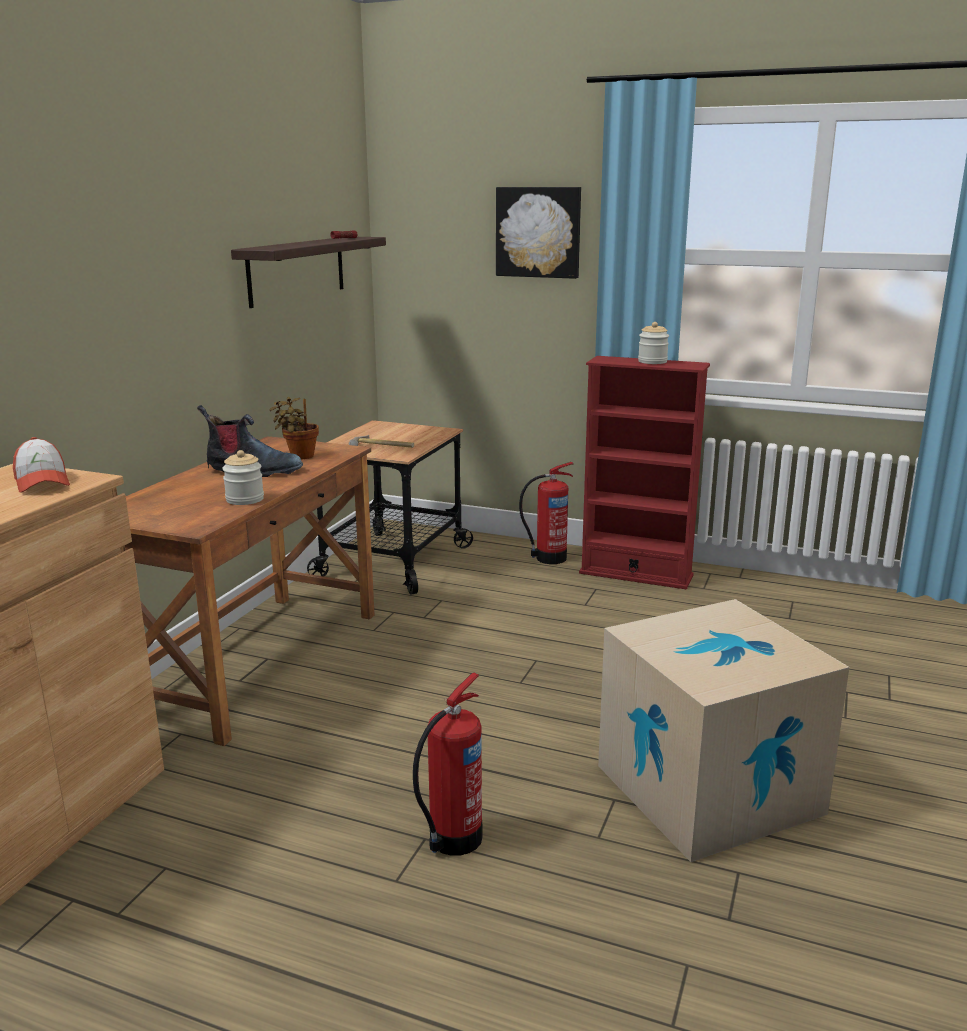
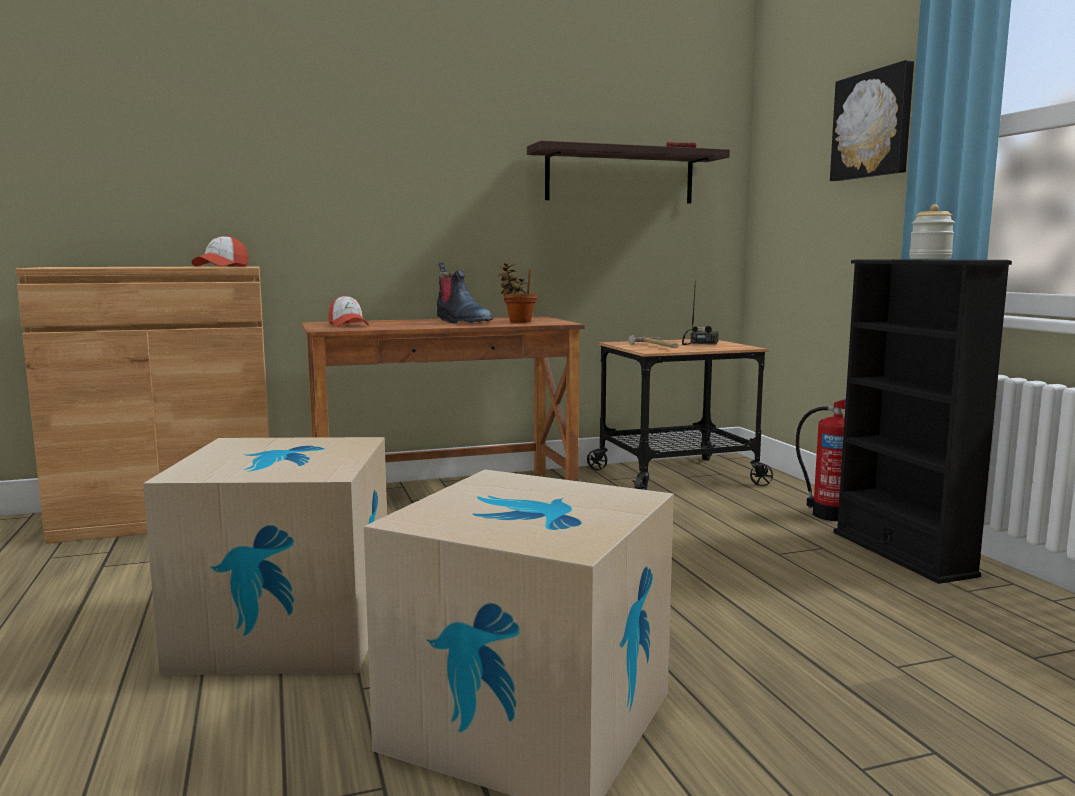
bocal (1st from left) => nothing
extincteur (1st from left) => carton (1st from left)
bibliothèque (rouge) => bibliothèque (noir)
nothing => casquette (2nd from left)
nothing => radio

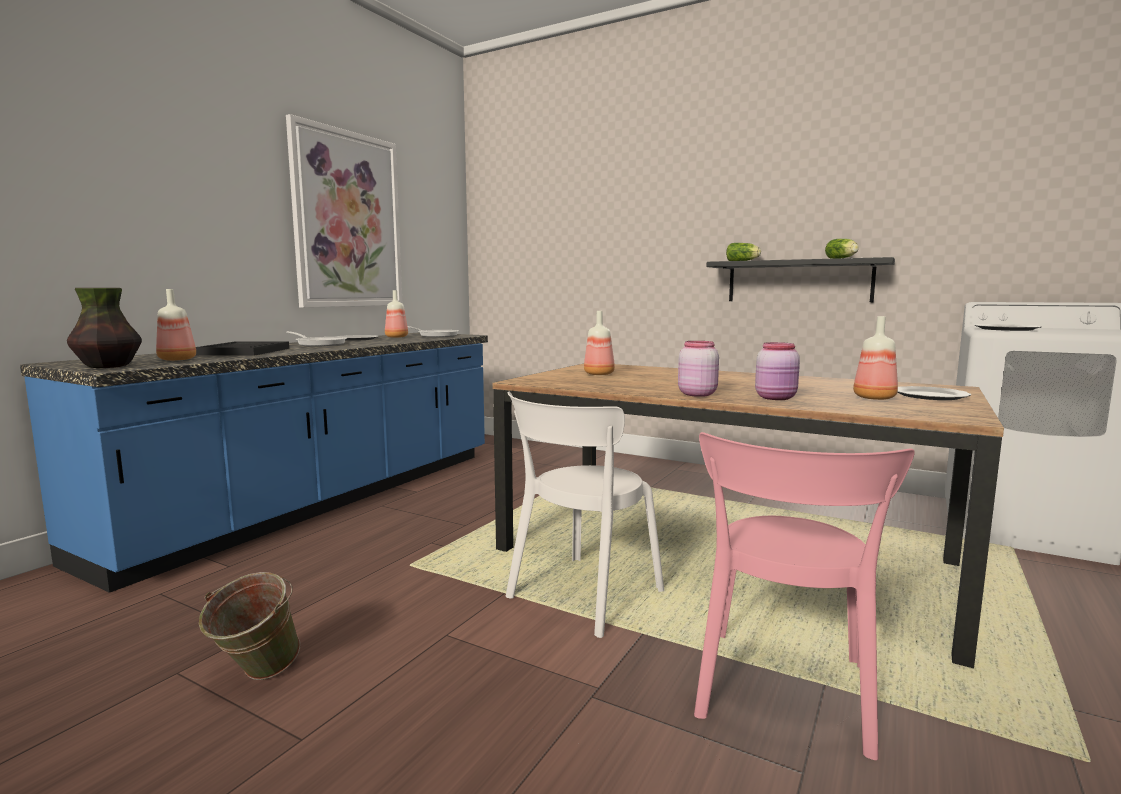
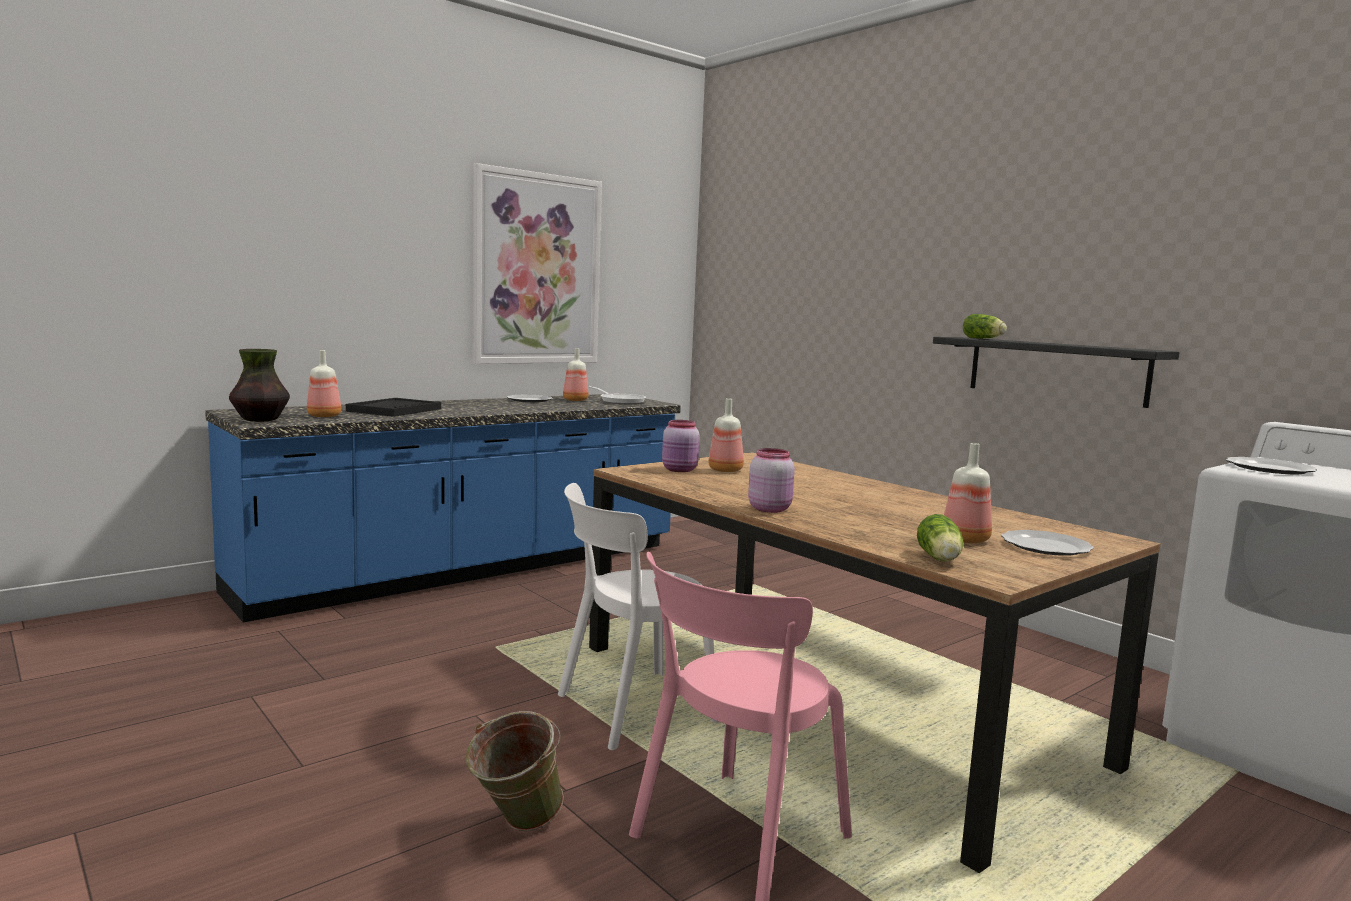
seau (vert), move
poêle (1st from left) => nothing
bocal (rose) (2nd from left in the first image) => bocal (rose) (1st from left), move
laitue (2nd from left in the first image) => laitue (1st from left), move

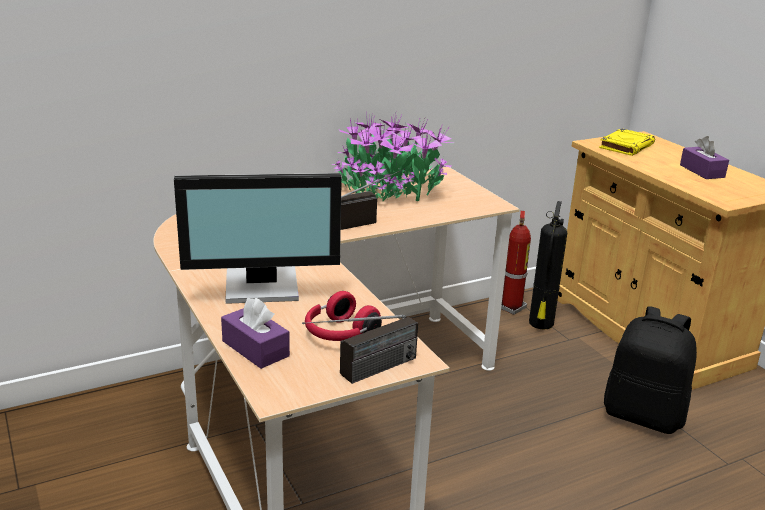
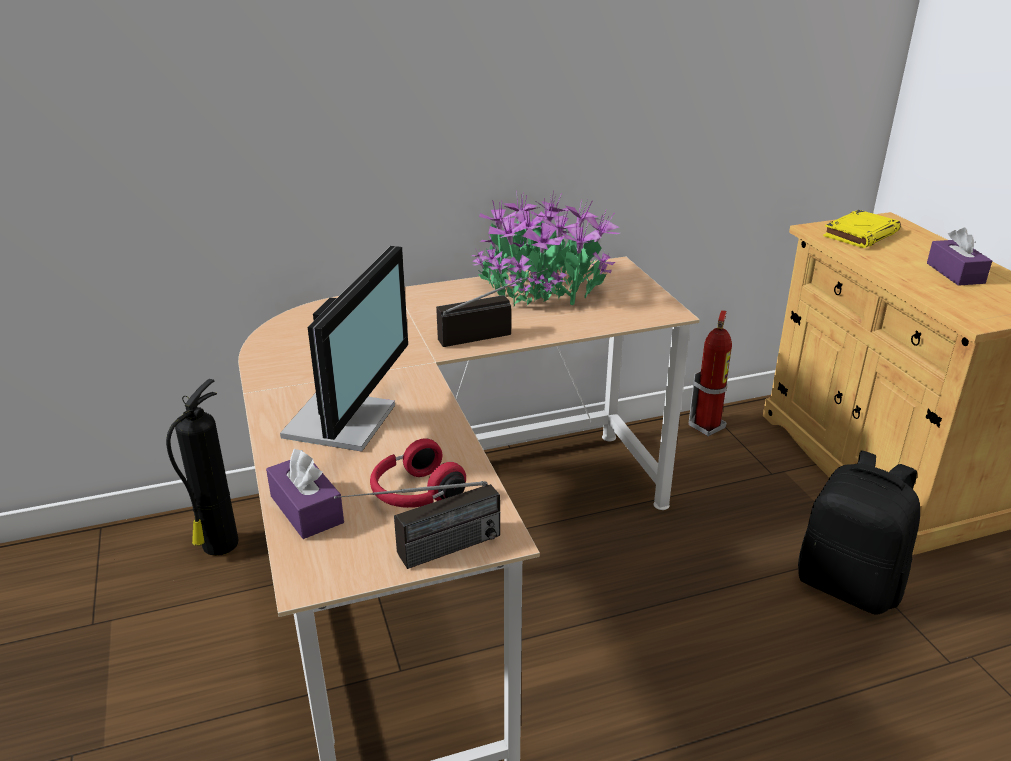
écran d'ordinateur, 75 degrees counterclockwise
extincteur (2nd from left in the first image) => extincteur (1st from left), move

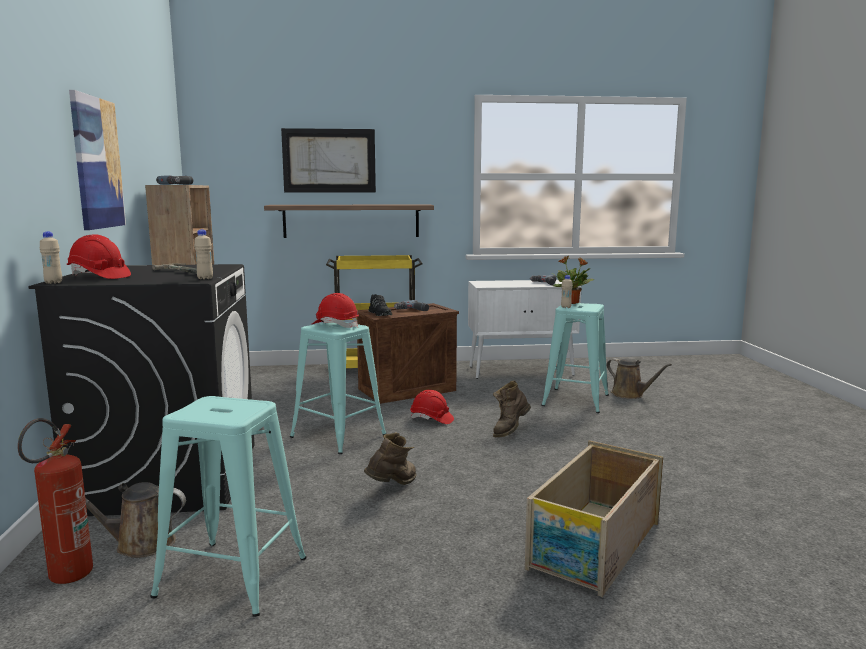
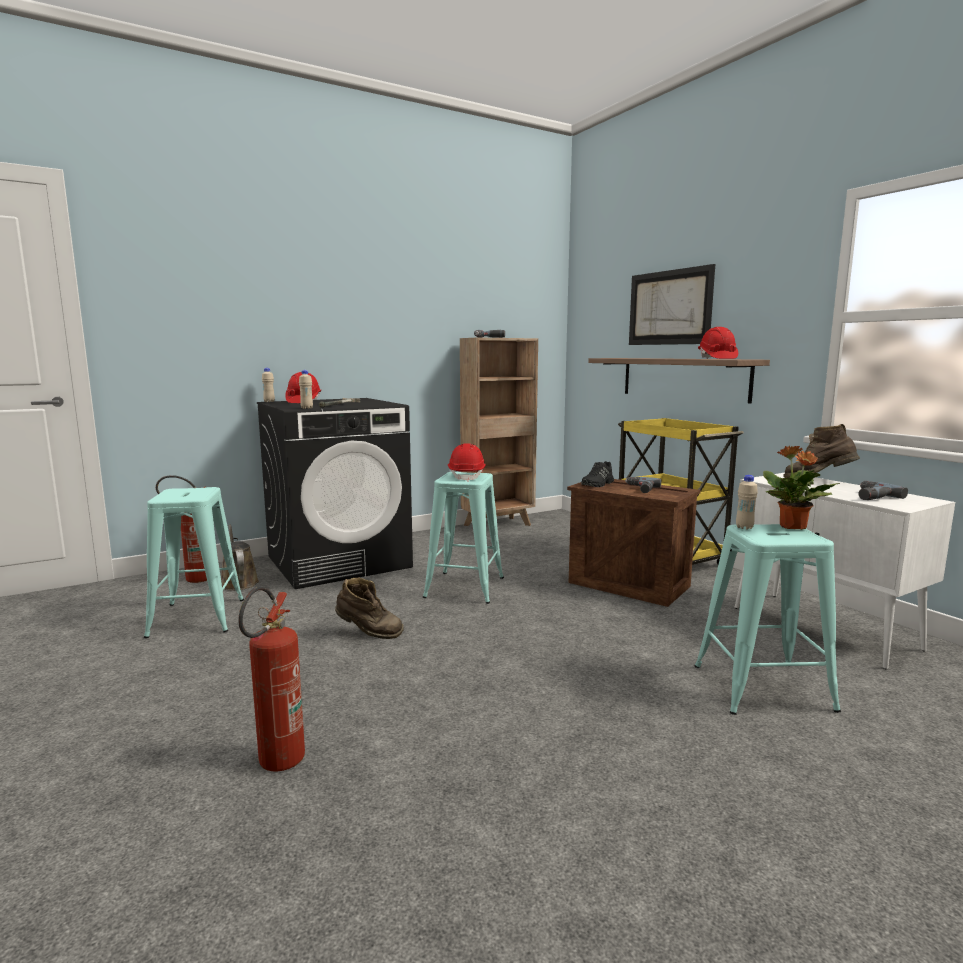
tableau (1st from left) => nothing
casque de chantier (rouge) (3rd from left), move
botte (marron) (2nd from left), move
caisse (2nd from left) => extincteur (2nd from left)
arrosoir (marron) (2nd from left) => nothing

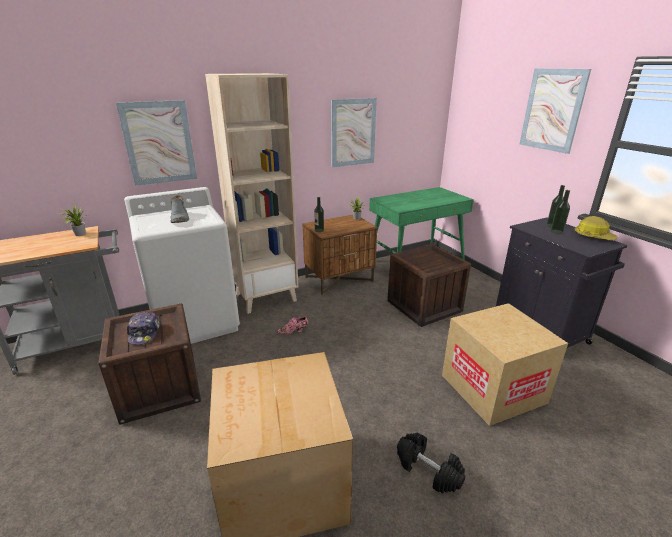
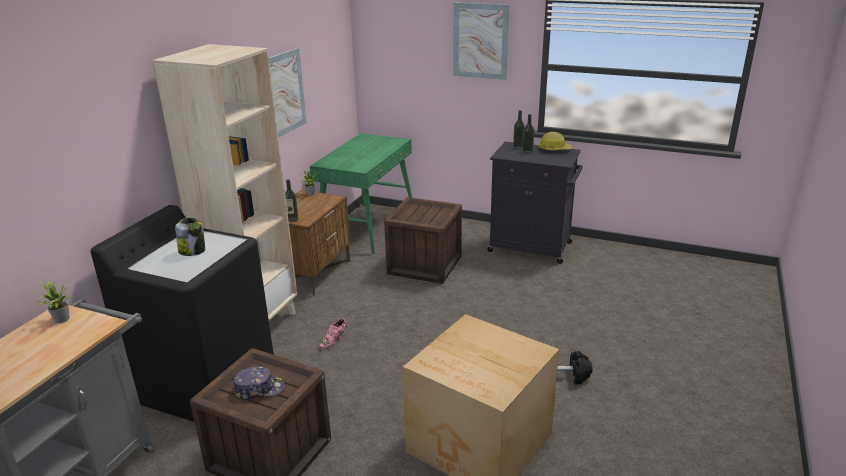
tableau (1st from left) => nothing
lave-linge (blanc) => lave-linge (noir)
casquette, 45 degrees counterclockwise
botte (gris) => bocal
carton (2nd from left) => nothing

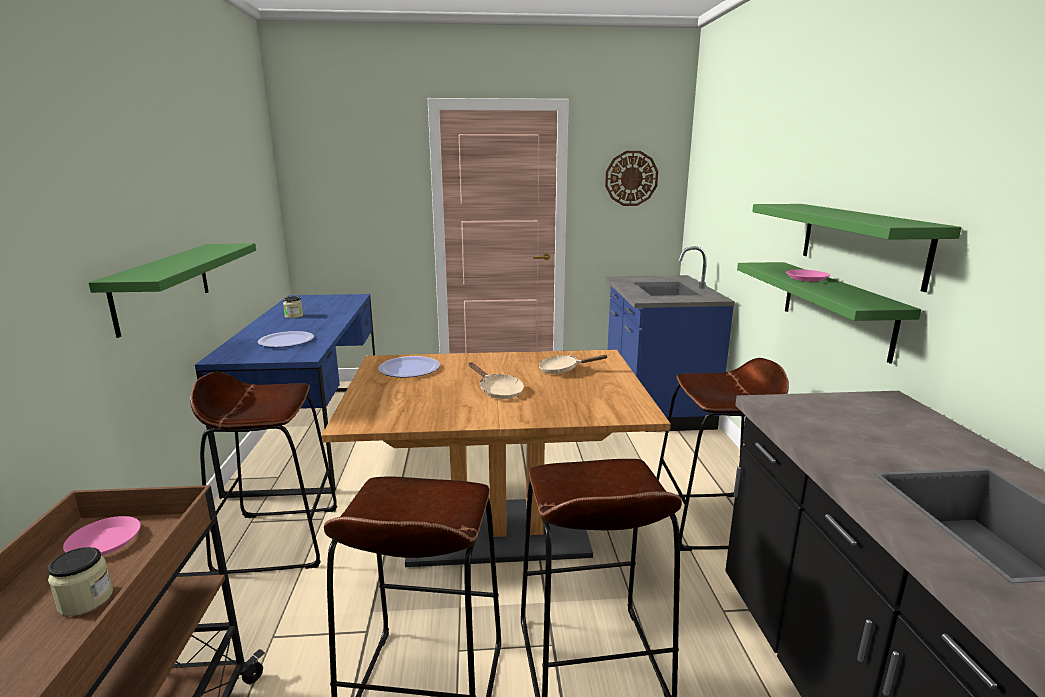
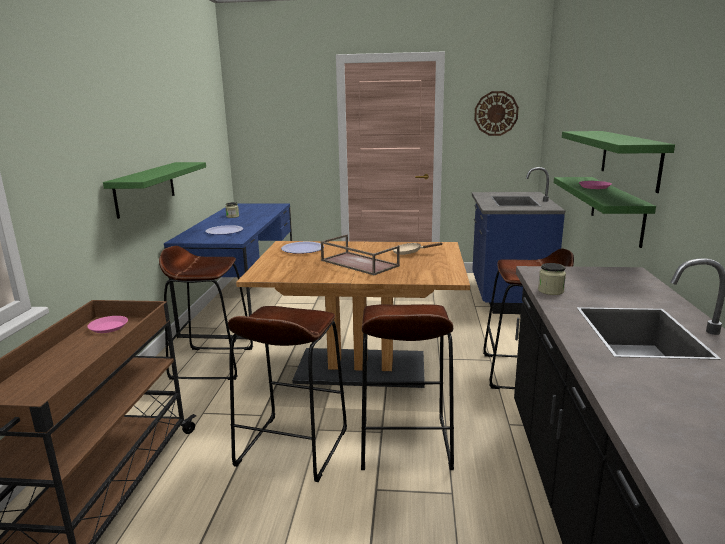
bocal (1st from left in the first image) => bocal (2nd from left), move
poêle (beige) (1st from left) => plateau (marron)

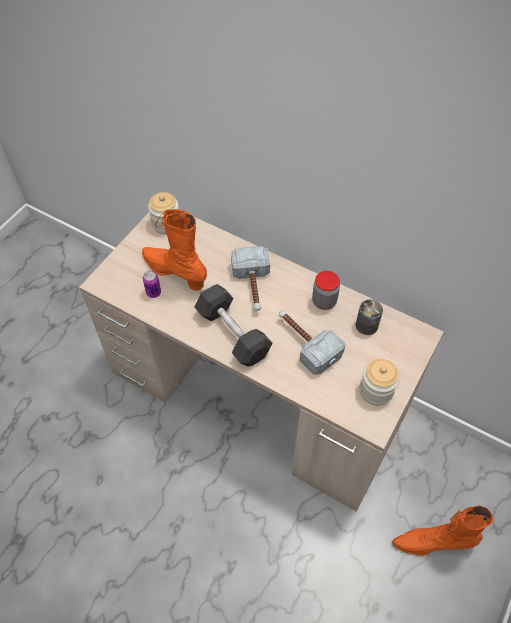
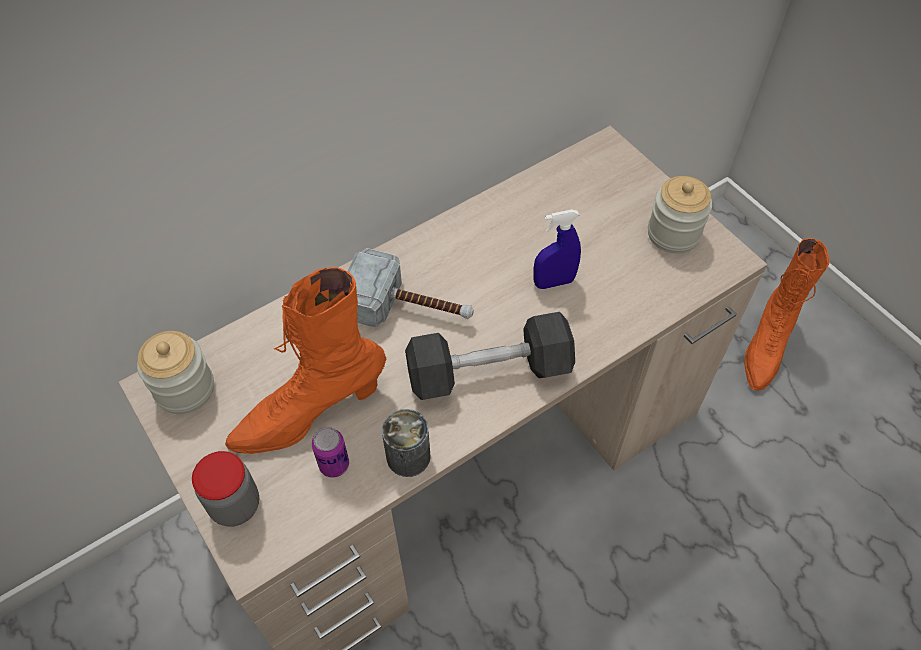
marteau (2nd from left) => vaporisateur (bleu)
bocal (2nd from left), move
boîte métallique (2nd from left), move

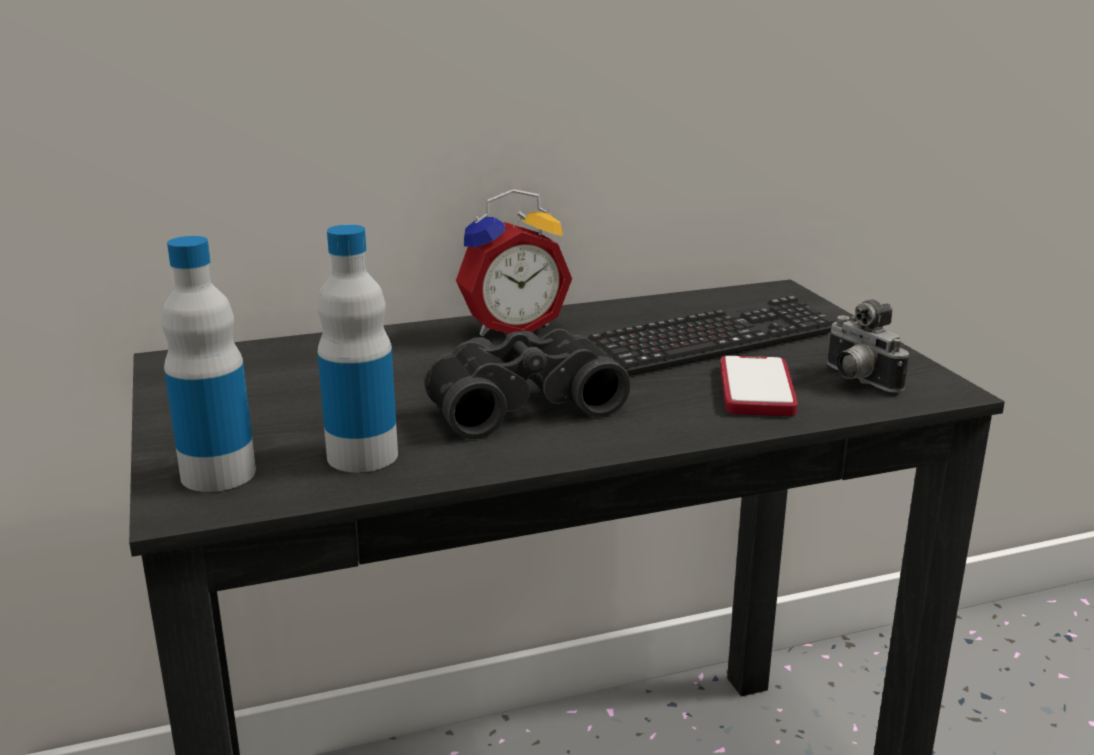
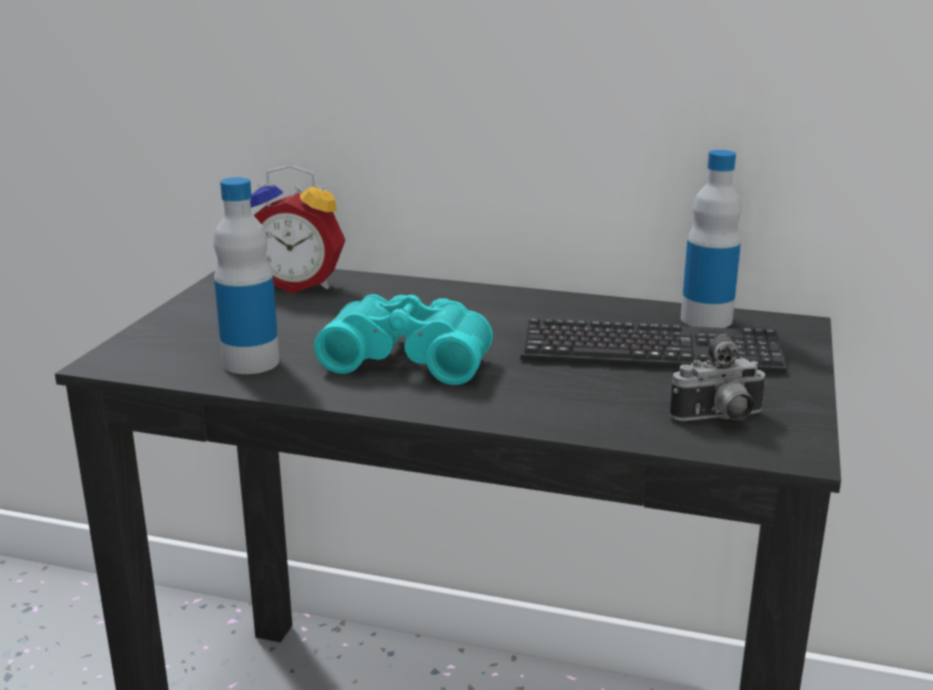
bouteille (1st from left in the first image) => bouteille (2nd from left), move
jumelles (noir) => jumelles (turquoise)
réveil, move
téléphone => nothing
appareil photo, 105 degrees counterclockwise

